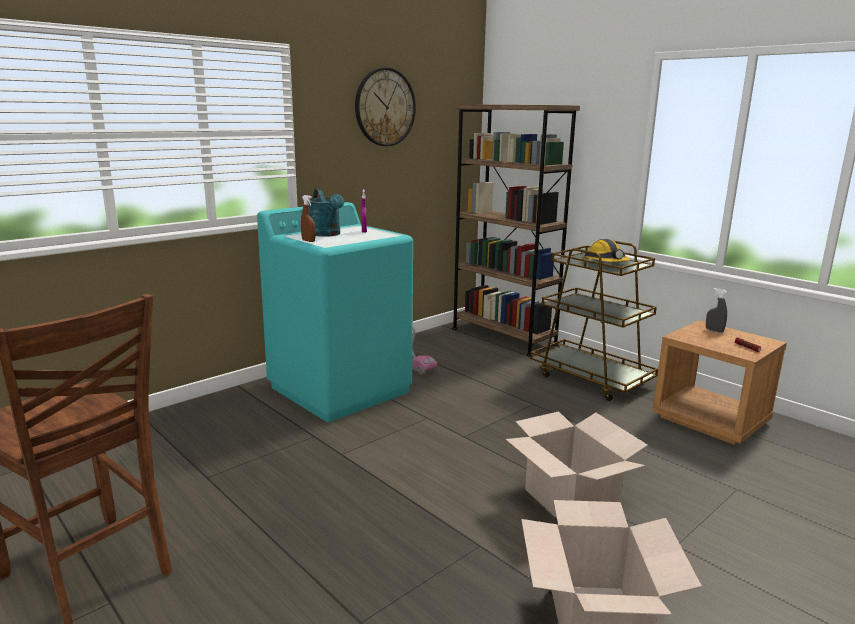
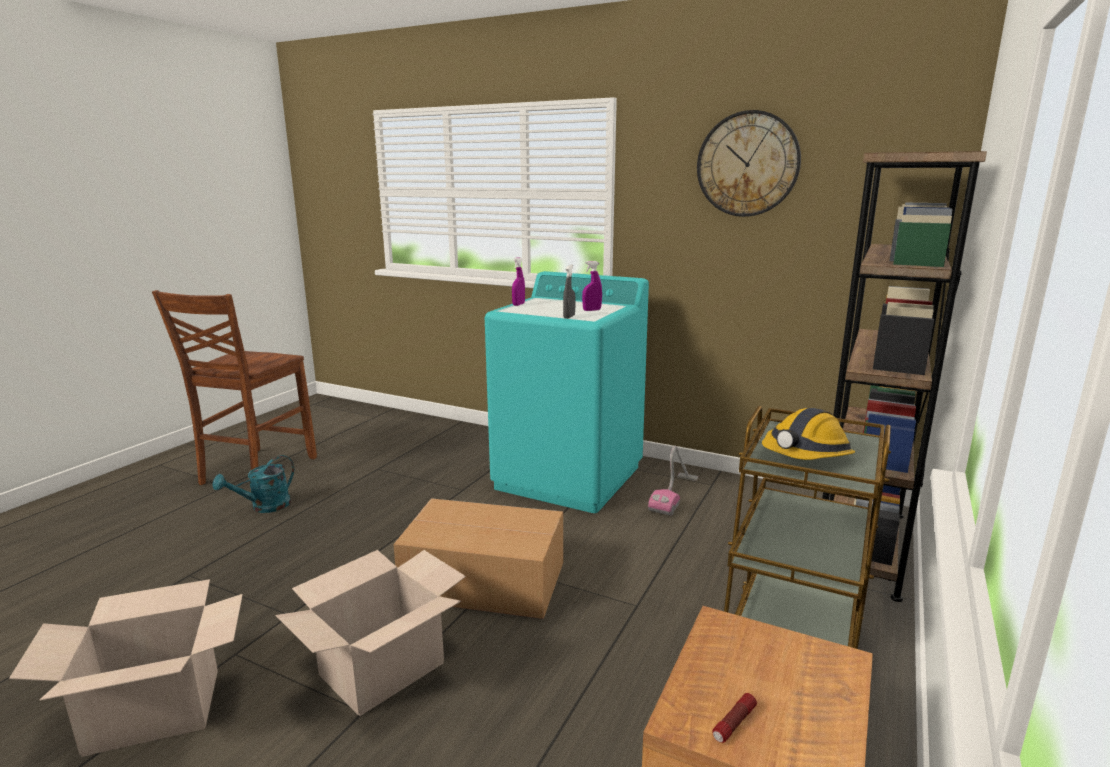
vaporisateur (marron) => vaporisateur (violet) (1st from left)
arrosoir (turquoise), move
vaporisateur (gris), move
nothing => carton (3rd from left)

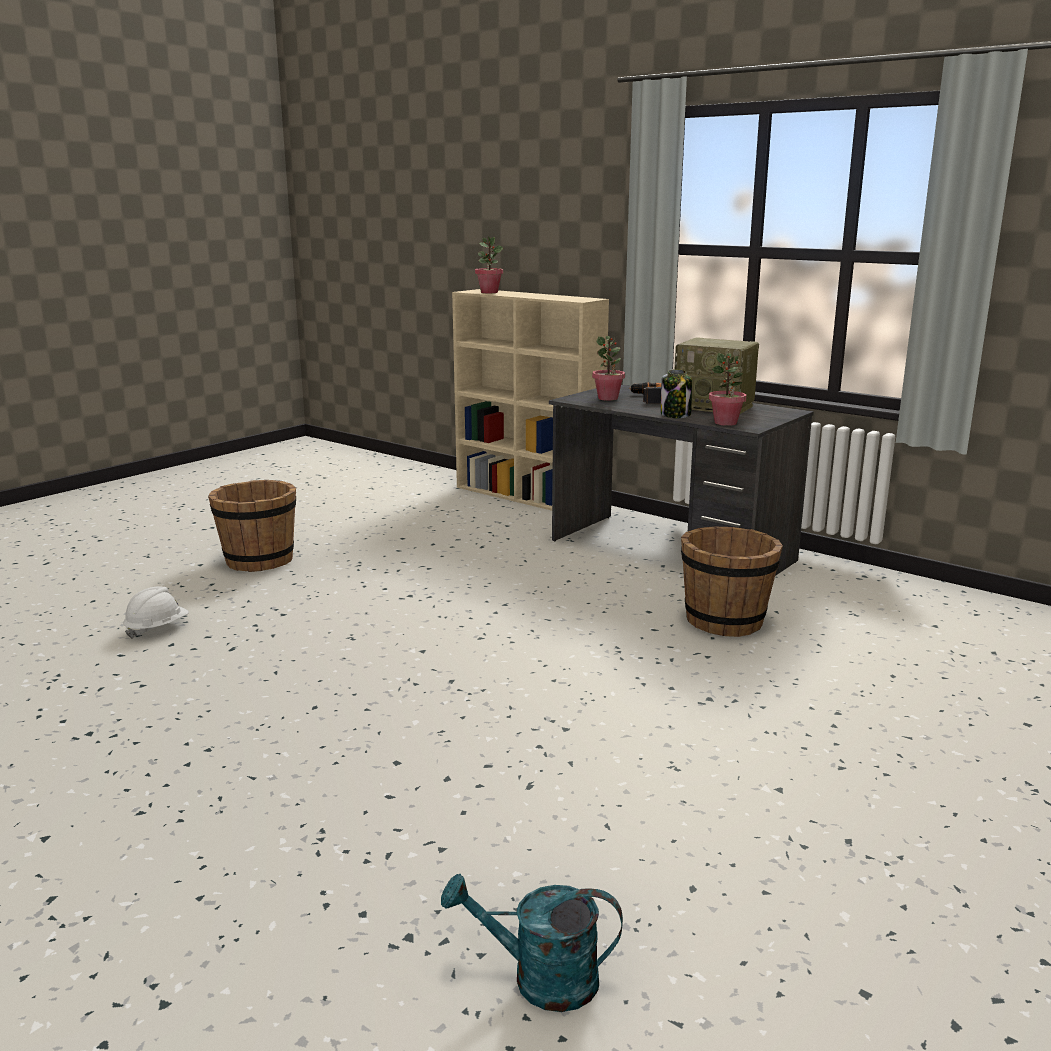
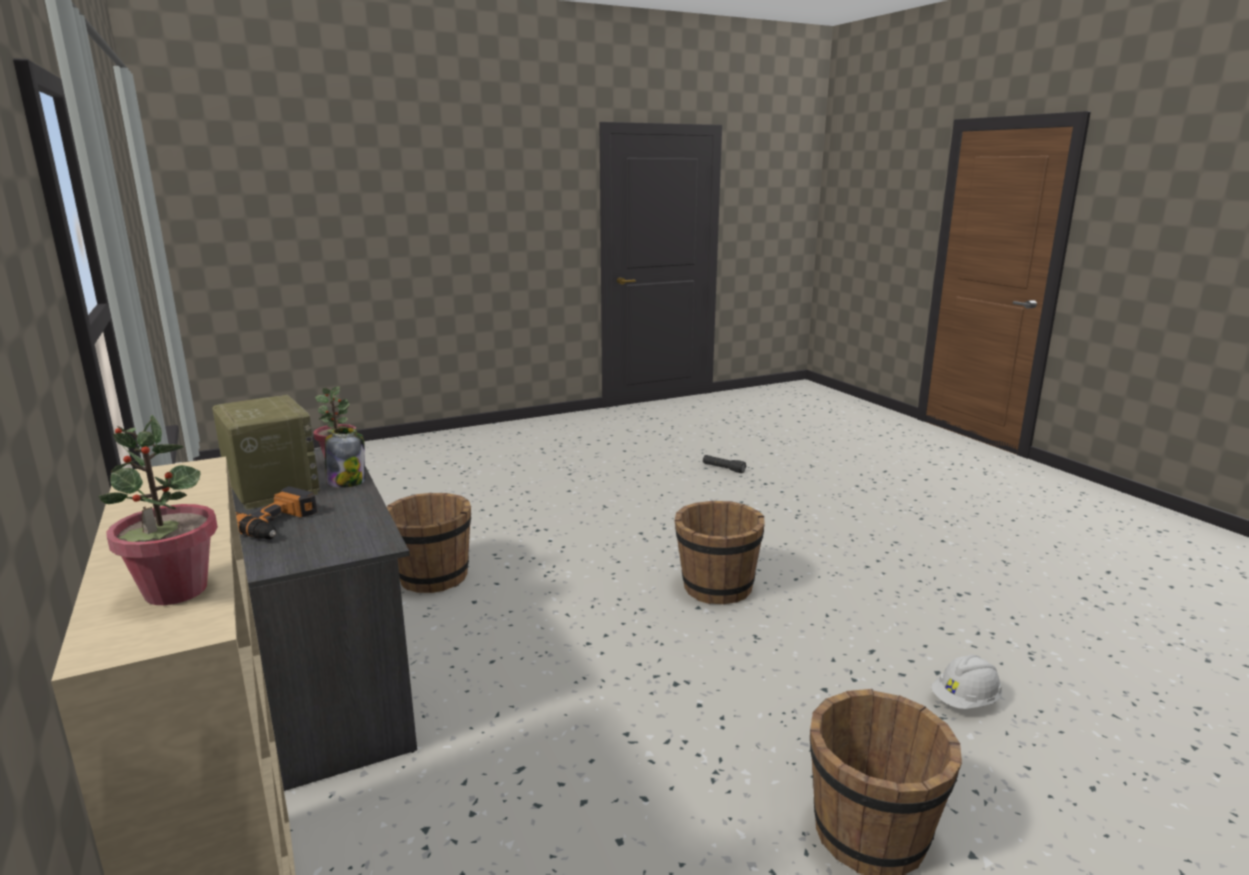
arrosoir (turquoise) => lampe de poche (noir)
plante en pot (2nd from left) => nothing
nothing => seau (marron) (2nd from left)

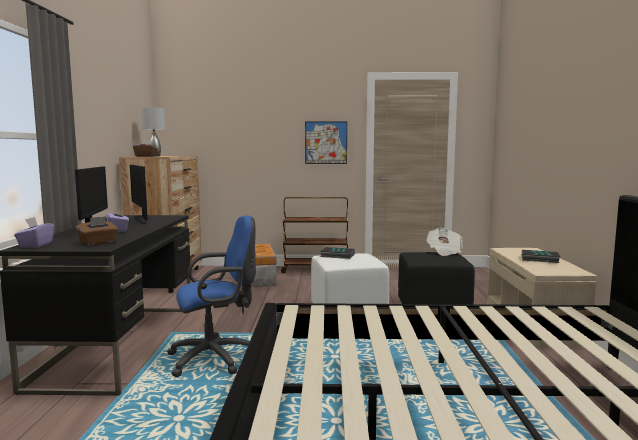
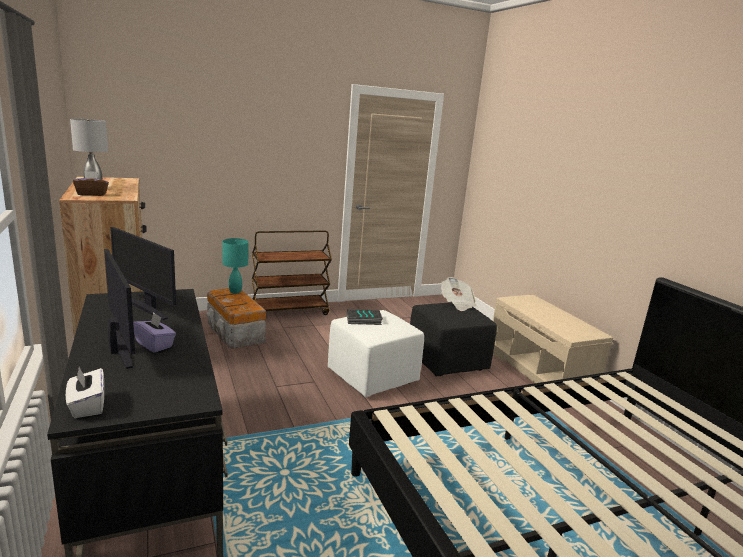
boîte à mouchoirs (violet) (1st from left) => boîte à mouchoirs (blanc)
boîte à mouchoirs (marron) (1st from left) => nothing
chaise de bureau (bleu) => nothing
tableau => nothing
livre (2nd from left) => nothing
nothing => lampe de table (turquoise)

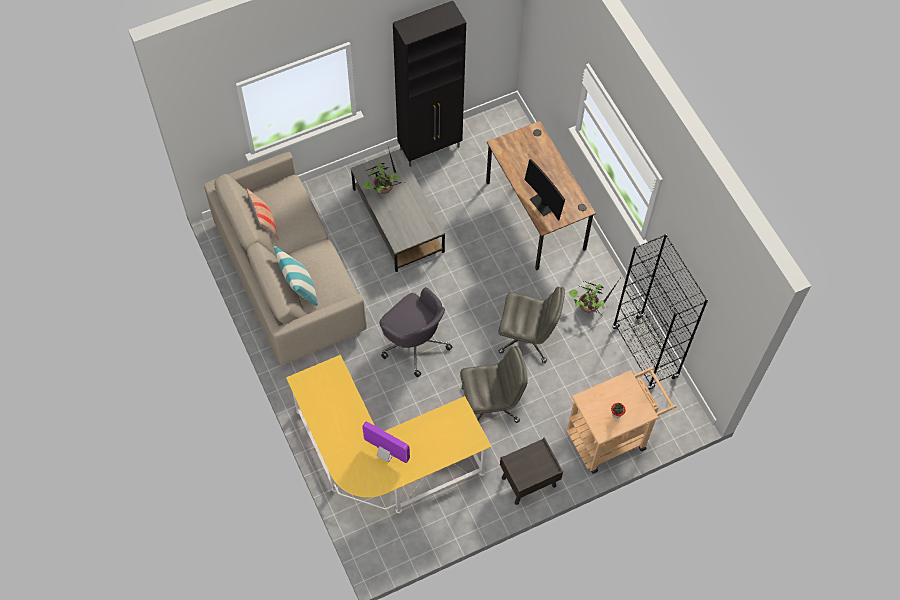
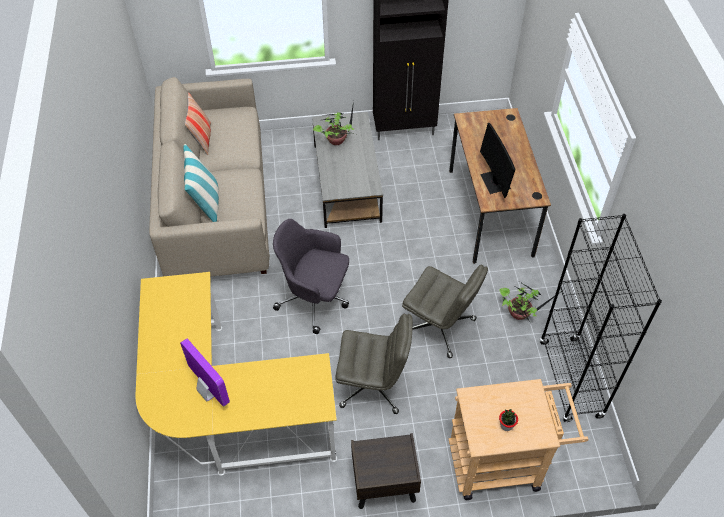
chaise de bureau (gris) (1st from left), 135 degrees clockwise

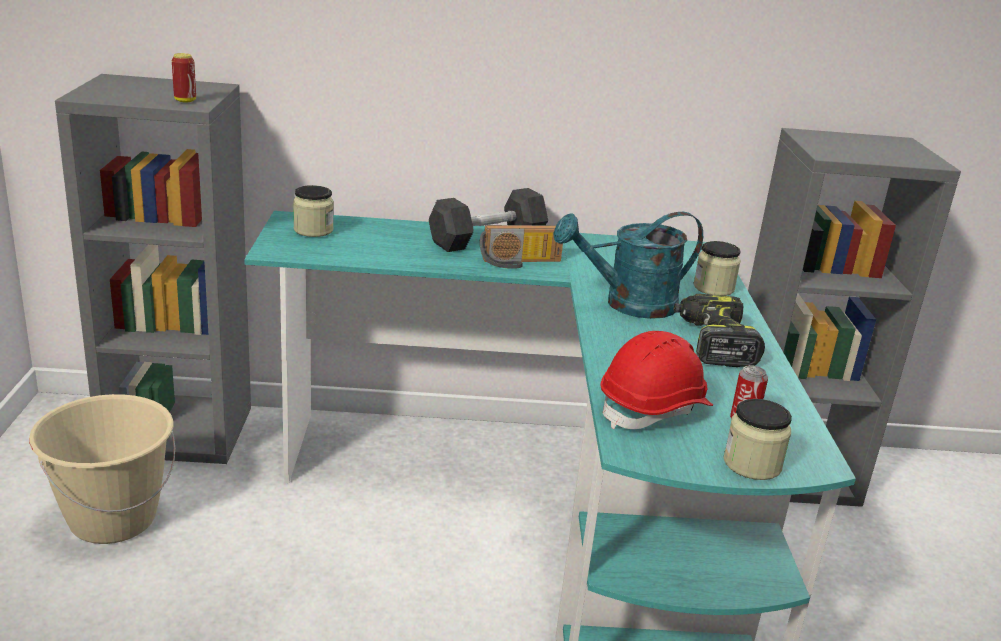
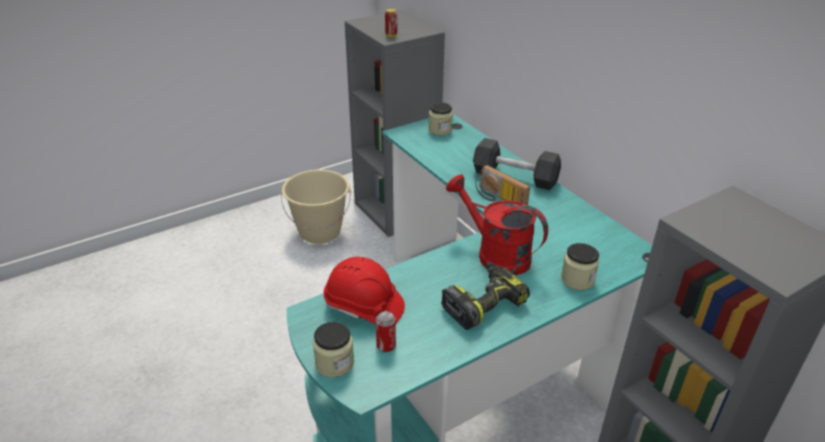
arrosoir (turquoise) => arrosoir (rouge)

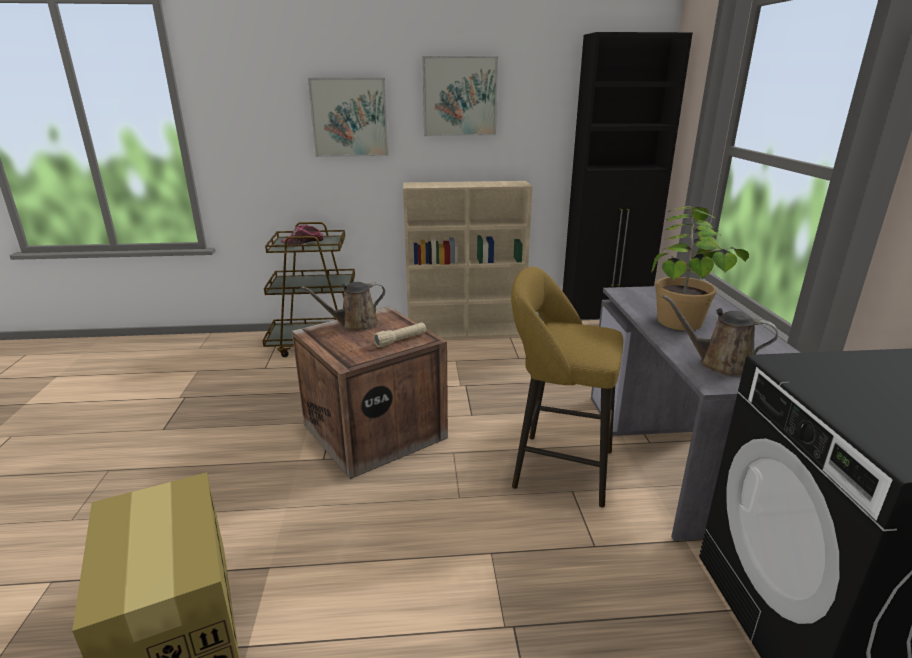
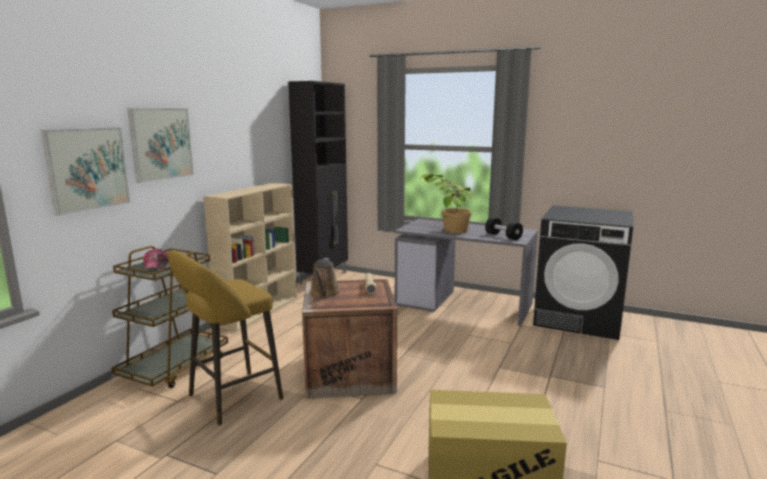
tableau (2nd from left in the first image) => tableau (1st from left), move
tabouret (jaune), move
arrosoir (marron) (2nd from left) => haltère (noir)

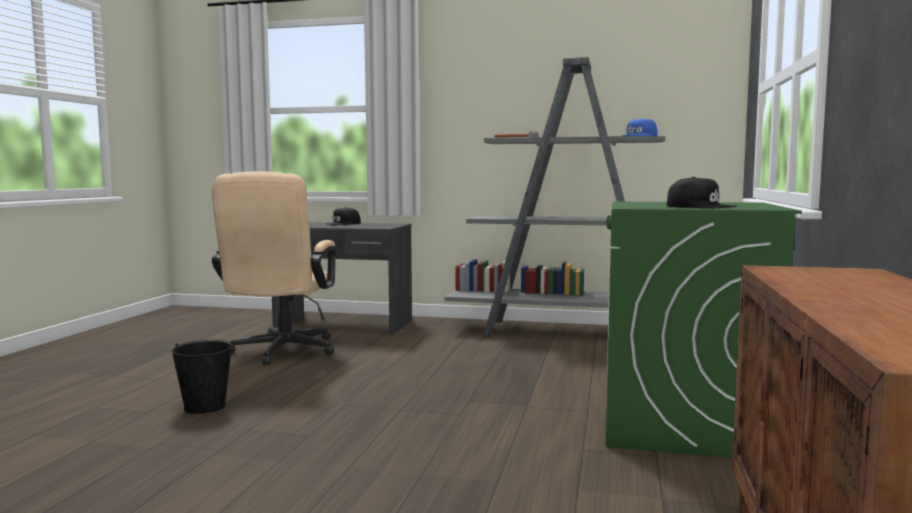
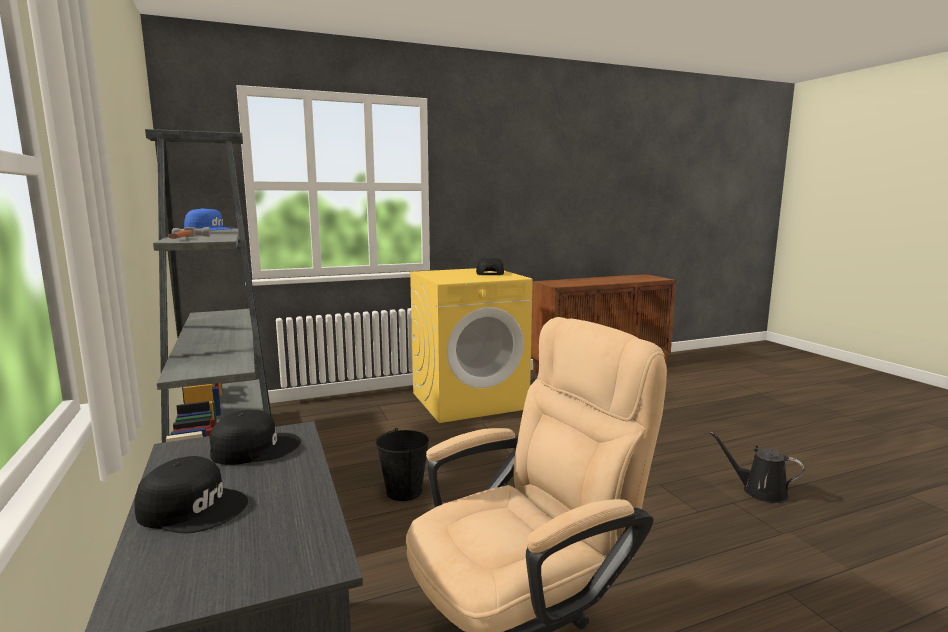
seau (noir), move
lave-linge (vert) => lave-linge (jaune)
nothing => casquette (noir) (2nd from left)
nothing => arrosoir (noir)

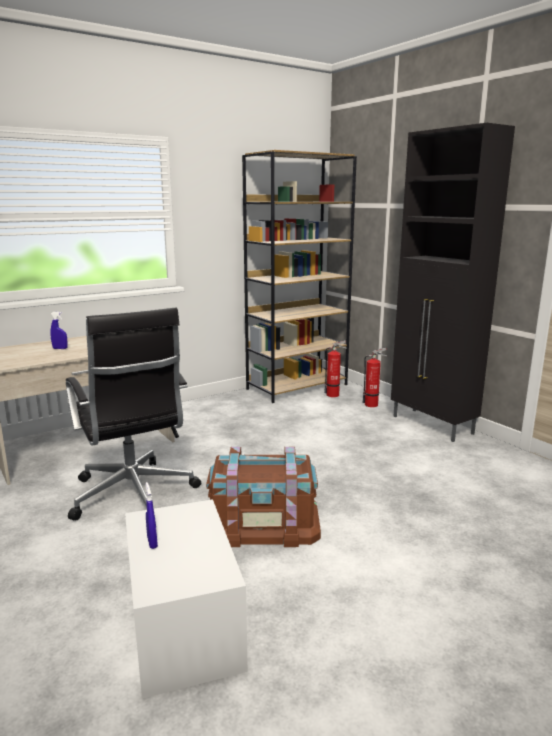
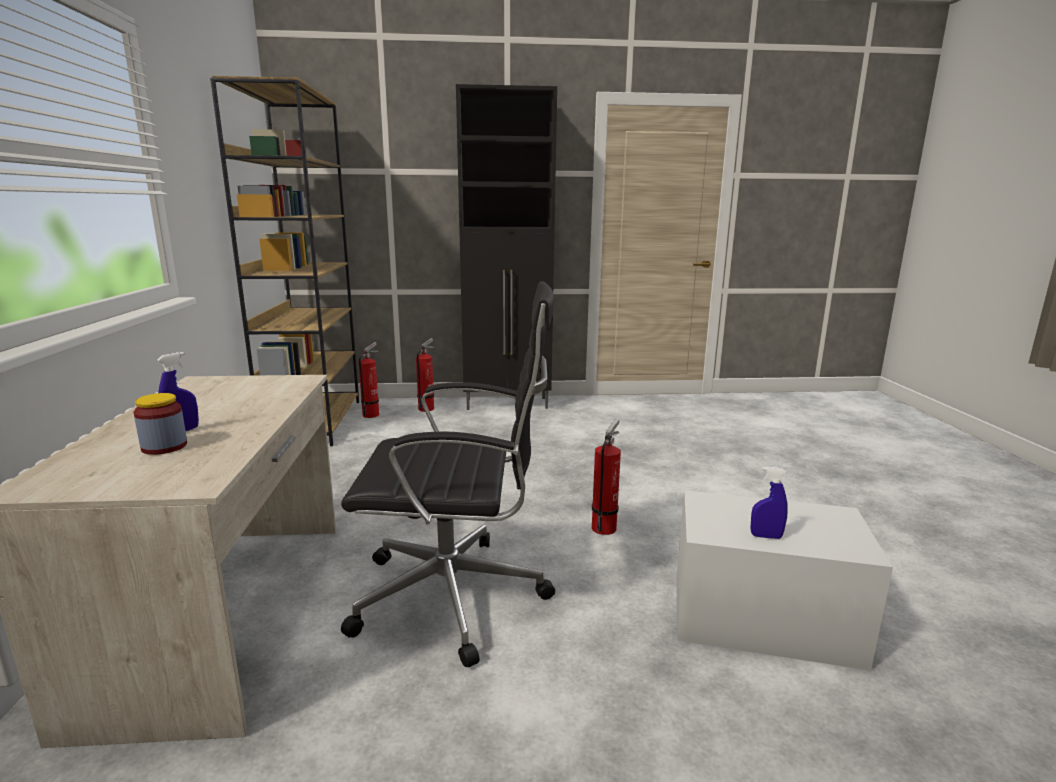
boîte de rangement (marron) => extincteur (3rd from left)
nothing => bocal

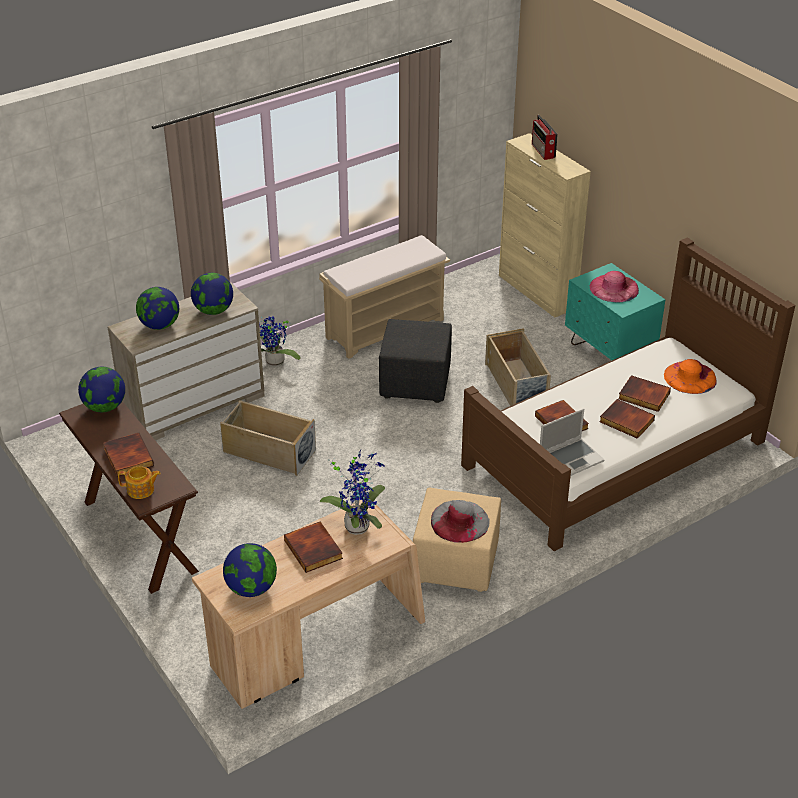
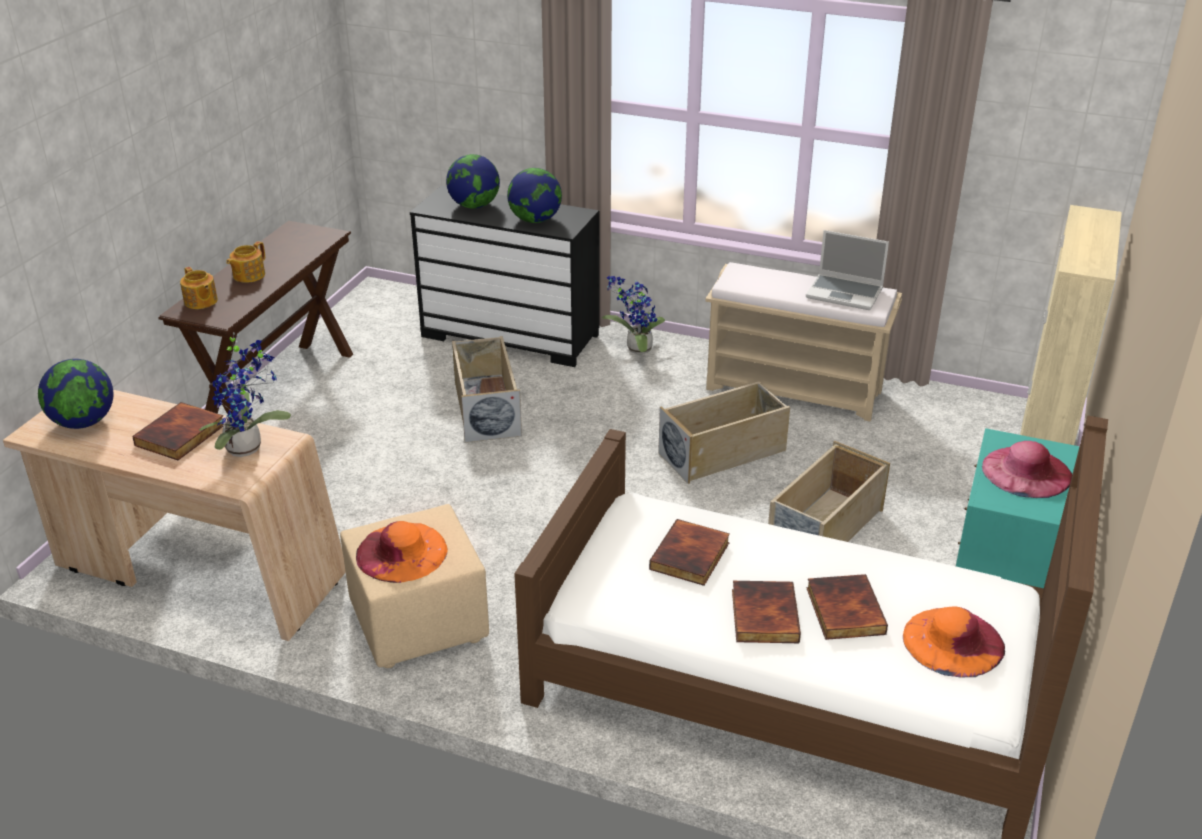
globe (1st from left) => nothing
livre (1st from left) => théière (2nd from left)
commode (beige) => commode (noir)
pouf (noir) => boîte de rangement (beige) (2nd from left)
chapeau (gris) => chapeau (orange) (1st from left)
radio => nothing
ordinateur portable, move

